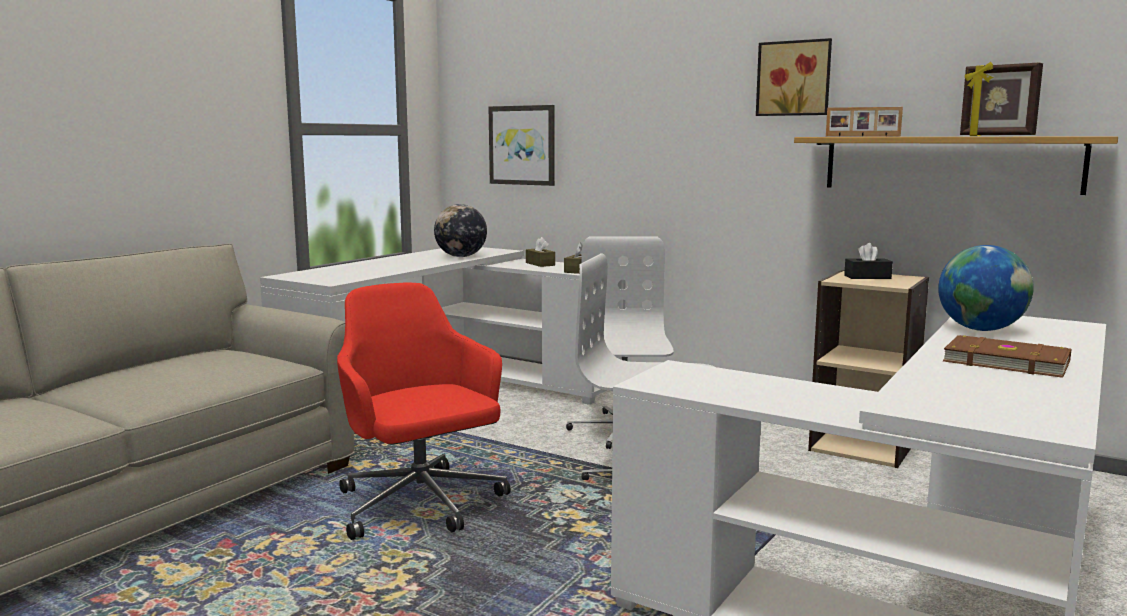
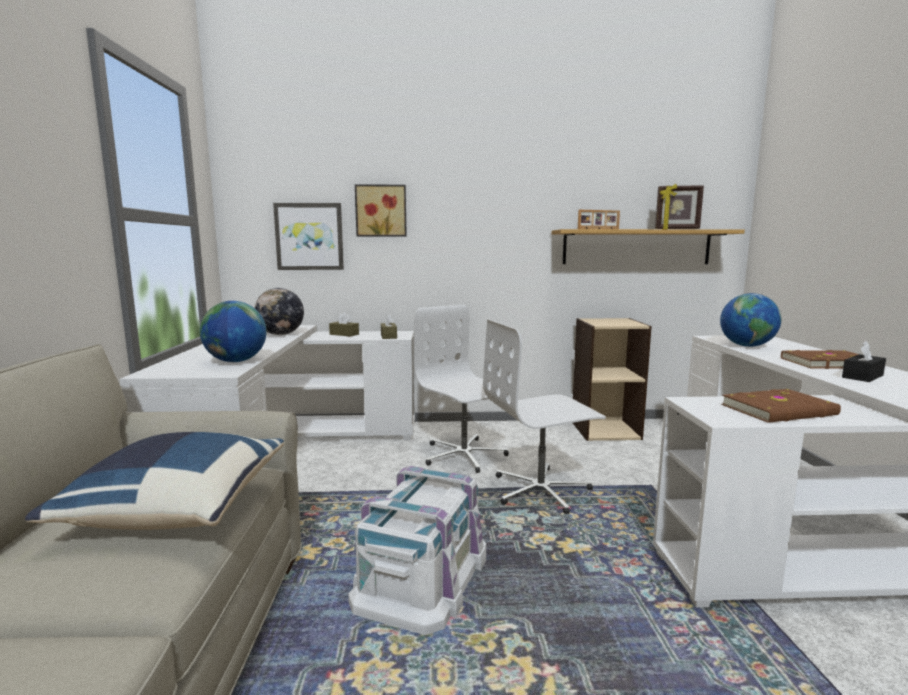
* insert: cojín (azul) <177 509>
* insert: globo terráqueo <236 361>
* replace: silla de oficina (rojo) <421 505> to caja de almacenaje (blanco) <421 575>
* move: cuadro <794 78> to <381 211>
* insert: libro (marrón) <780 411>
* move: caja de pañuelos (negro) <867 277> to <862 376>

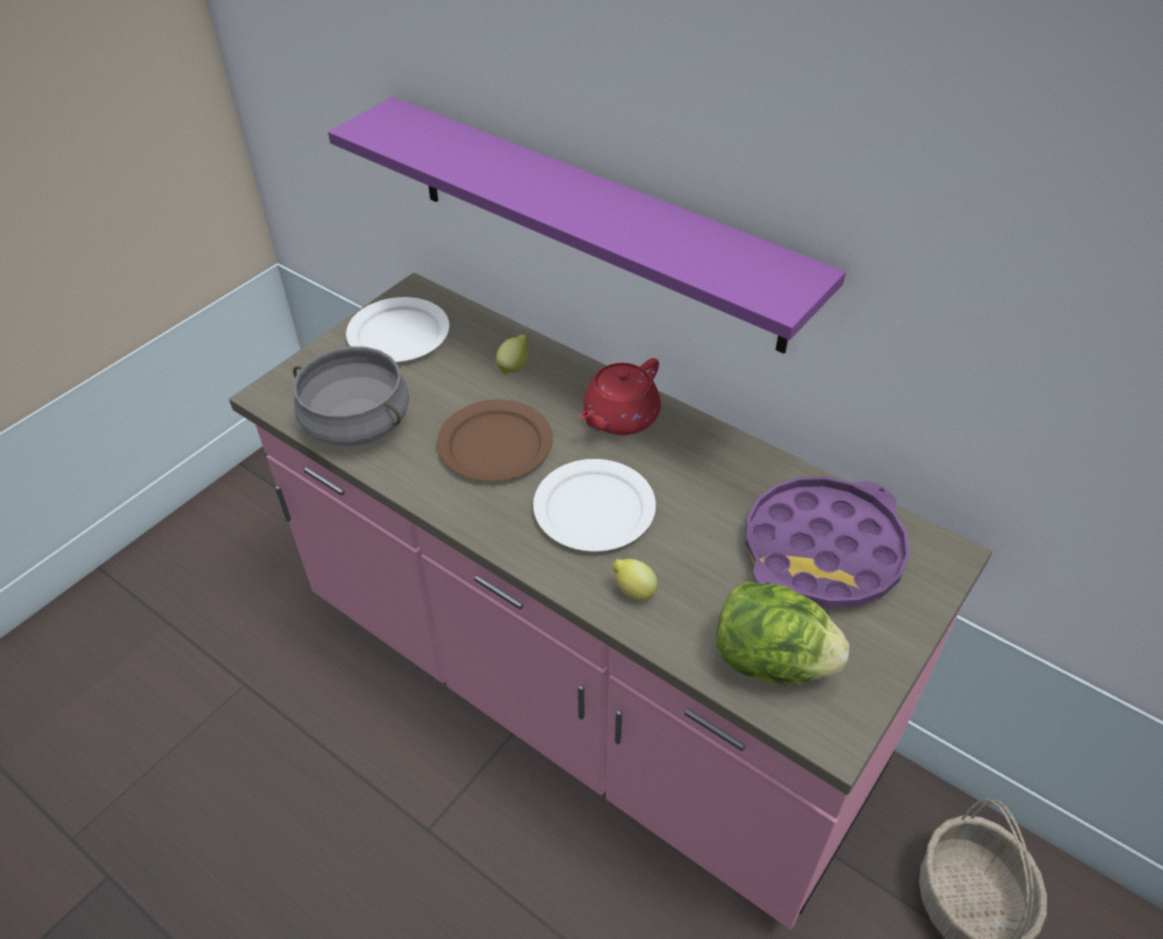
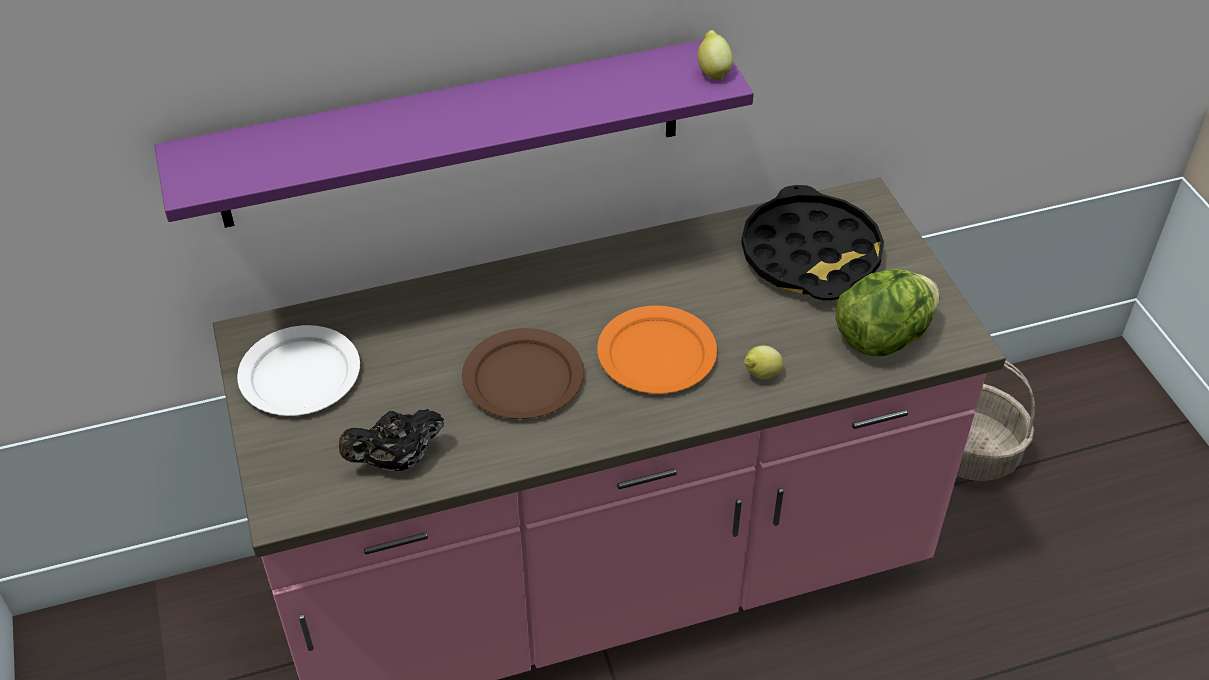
* replace: olla (gris) <356 423> to tetera (negro) <396 460>
* recolor: plato (blanco) <595 508> to plato (naranja) <656 353>
* move: limón <514 367> to <713 71>
* recolor: bandeja (morado) <823 551> to bandeja (negro) <810 255>
* delete: tetera (rojo) <619 418>

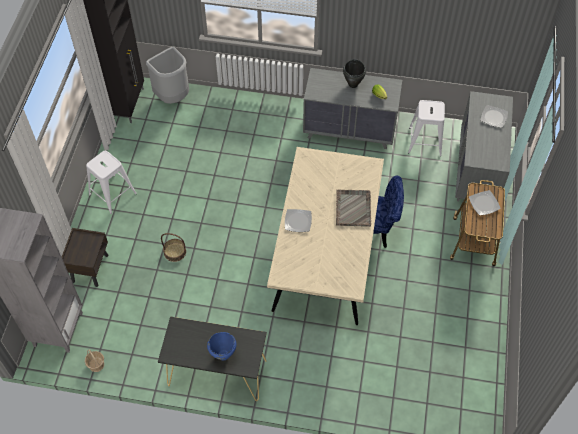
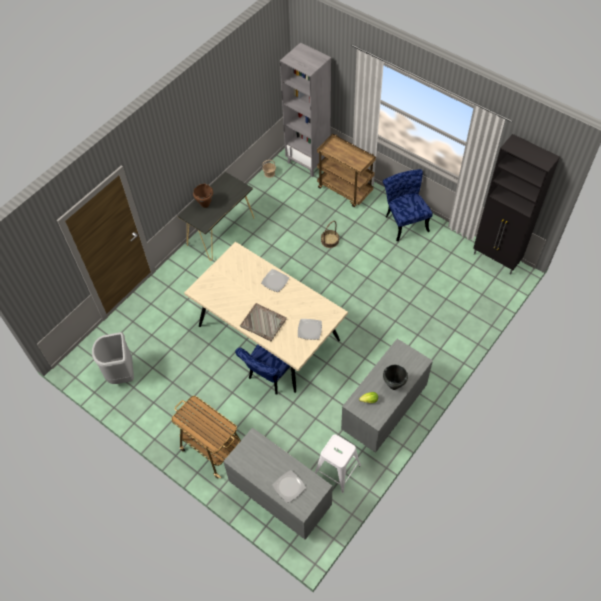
* move: papelera (gris) <173 97> to <121 374>
* recolor: olla (azul) <223 355> to olla (marrón) <205 204>
* move: plato <483 203> to <310 329>
* replace: mesita de noche (marrón) <90 268> to carrito (marrón) <345 190>
* replace: taburete (blanco) <113 194> to silla (azul) <404 221>

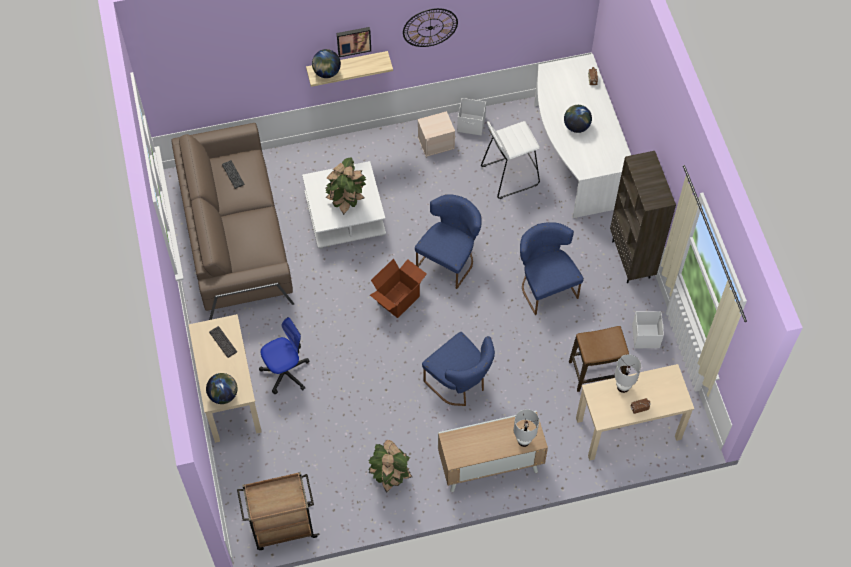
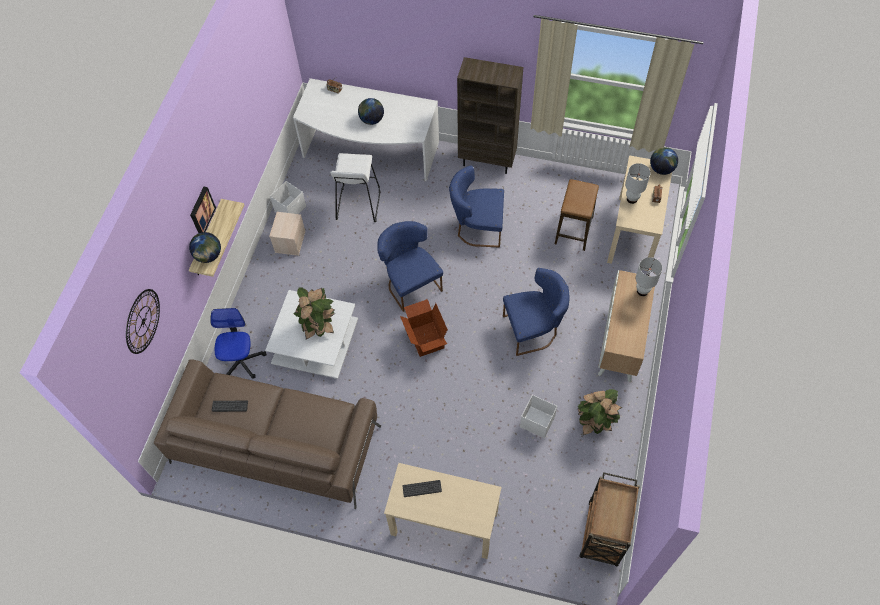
* move: reloj de pared <430 27> to <143 321>
* move: silla de oficina <285 372> to <241 361>
* move: caja de almacenaje (blanco) <646 336> to <537 421>
* move: globo terráqueo <223 395> to <661 169>

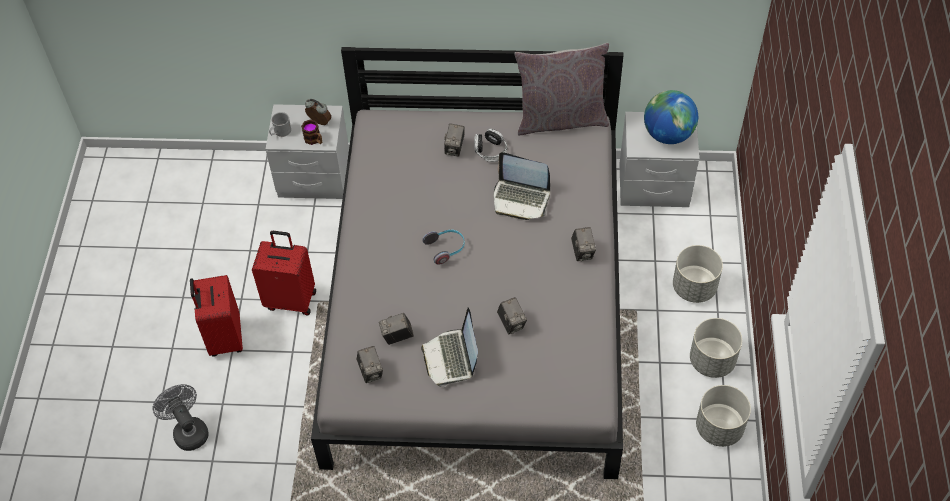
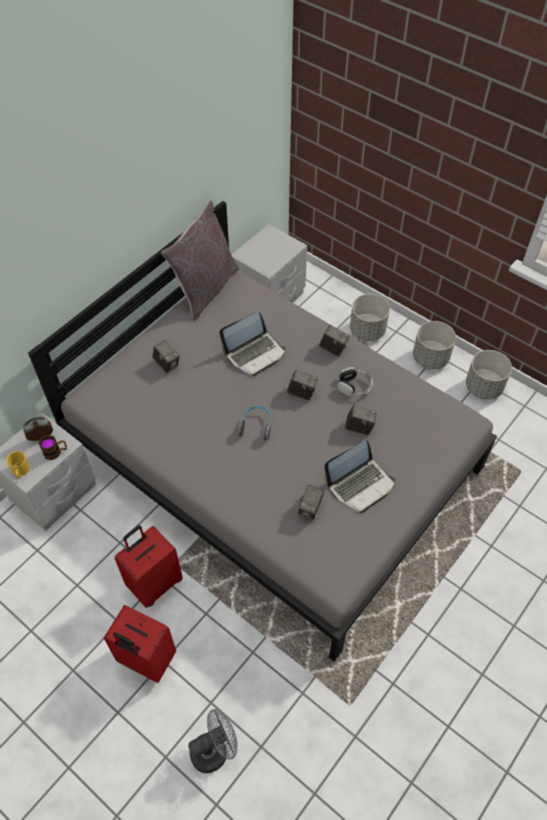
* recolor: taza grande (gris) <280 132> to taza grande (amarillo) <20 471>
* rotate: ventilador (gris) <188 430> = <214 749> 150 degrees clockwise
* move: cámara <371 371> to <301 392>
* rotate: portátil <451 358> = <360 484> 60 degrees counterclockwise
* move: auriculares <490 150> to <354 386>
* delete: globo terráqueo <668 134>

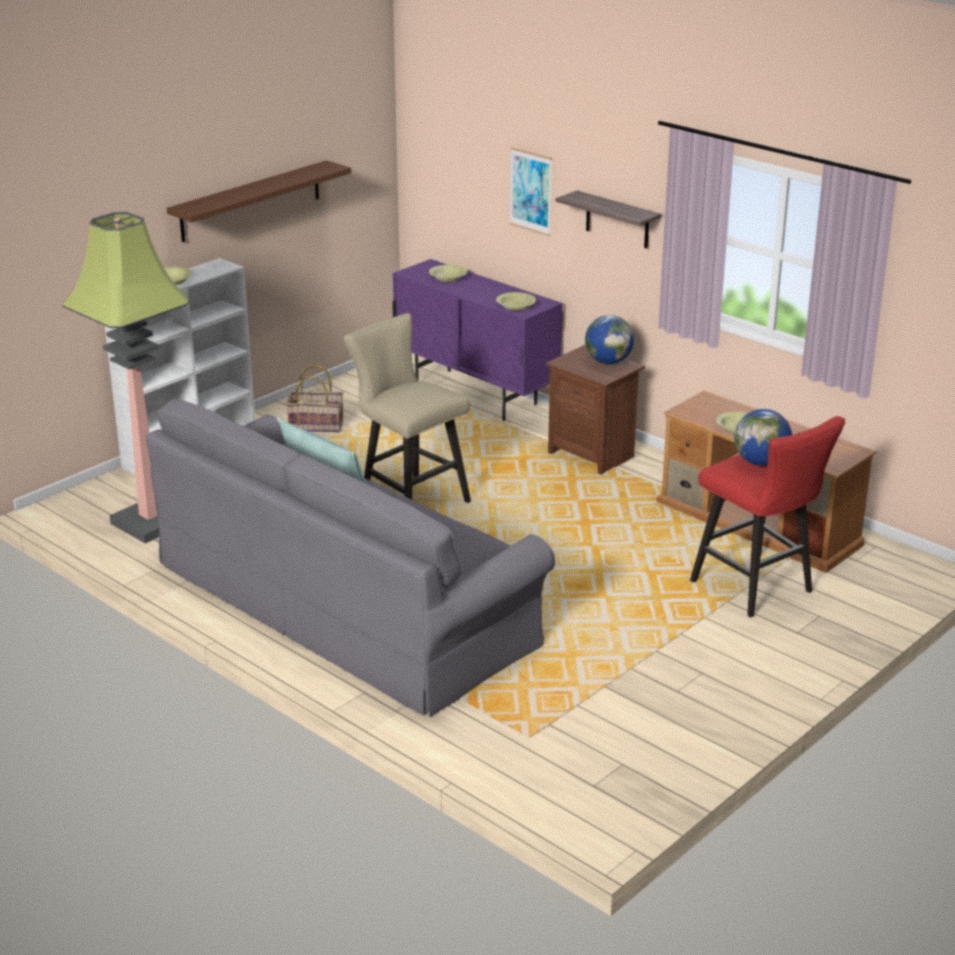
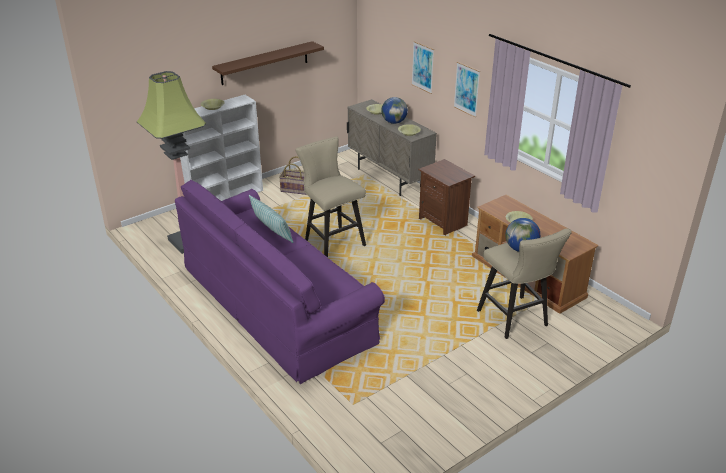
* recolor: sofá (gris) <344 602> to sofá (morado) <276 302>
* recolor: armario (morado) <476 395> to armario (beis) <389 178>
* move: globo terráqueo <608 361> to <394 122>
* replace: estante <617 220> to cuadro <466 89>
* recolor: taburete (rojo) <758 589> to taburete (beis) <515 320>

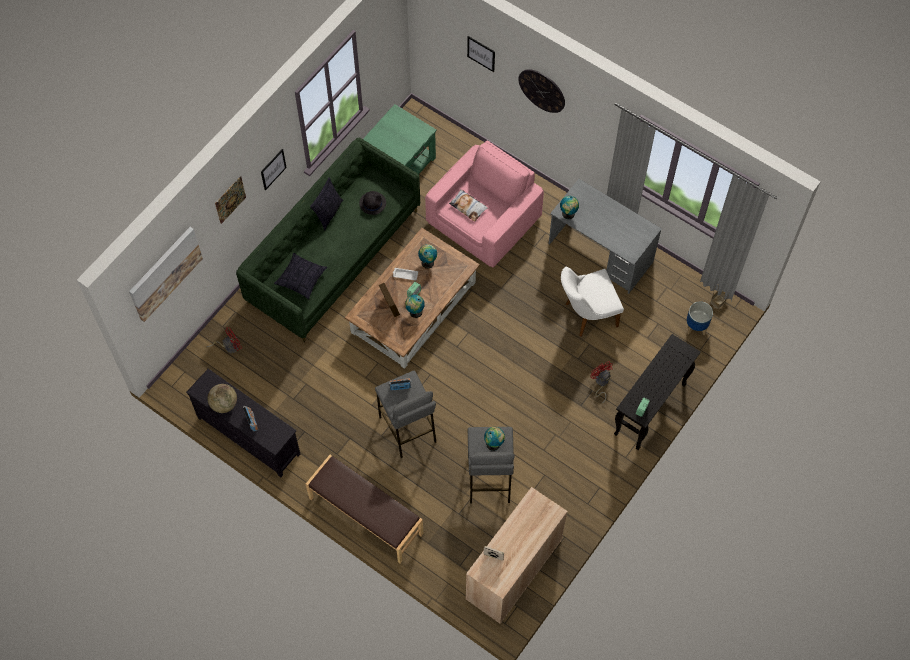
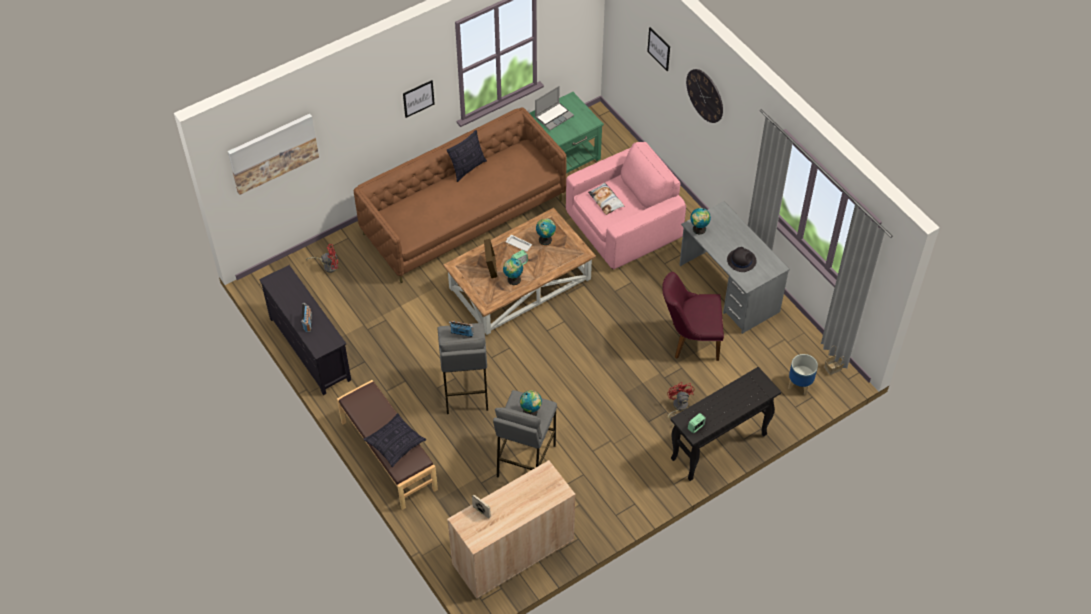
* recolor: sofá (verde) <334 256> to sofá (marrón) <463 216>
* move: cojín <301 279> to <395 444>
* insert: portátil <554 116>
* recolor: silla (blanco) <586 315> to silla (morado) <690 340>
* move: sombrero (negro) <372 203> to <741 260>
* delete: globo terráqueo <224 404>
* delete: cuadro <230 199>

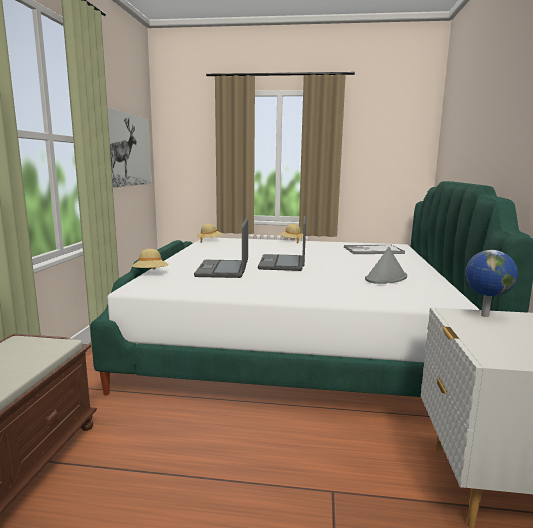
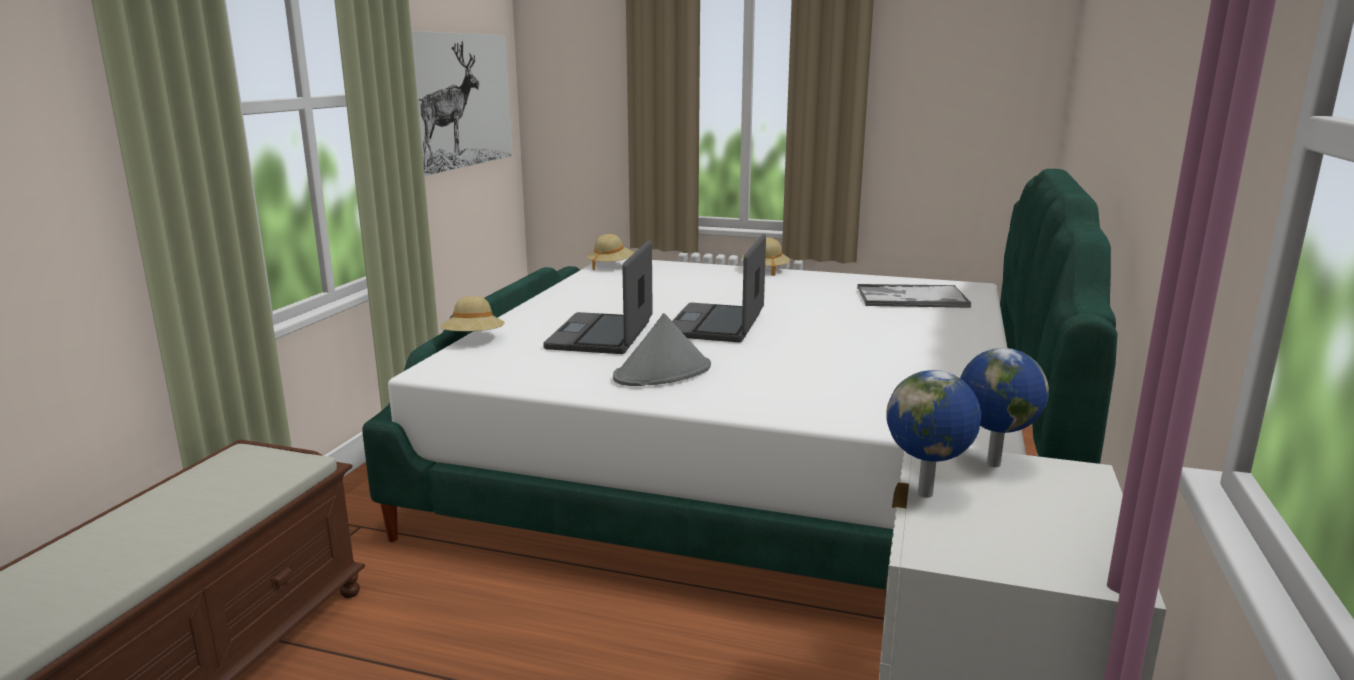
* move: sombrero (gris) <386 278> to <663 373>
* insert: globo terráqueo <927 495>

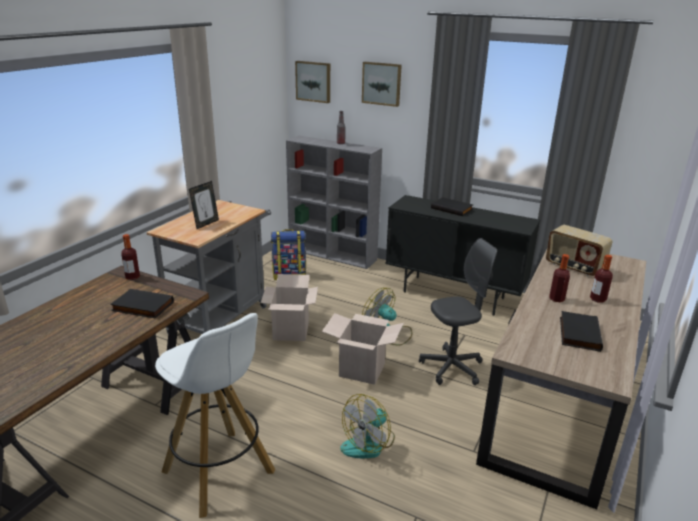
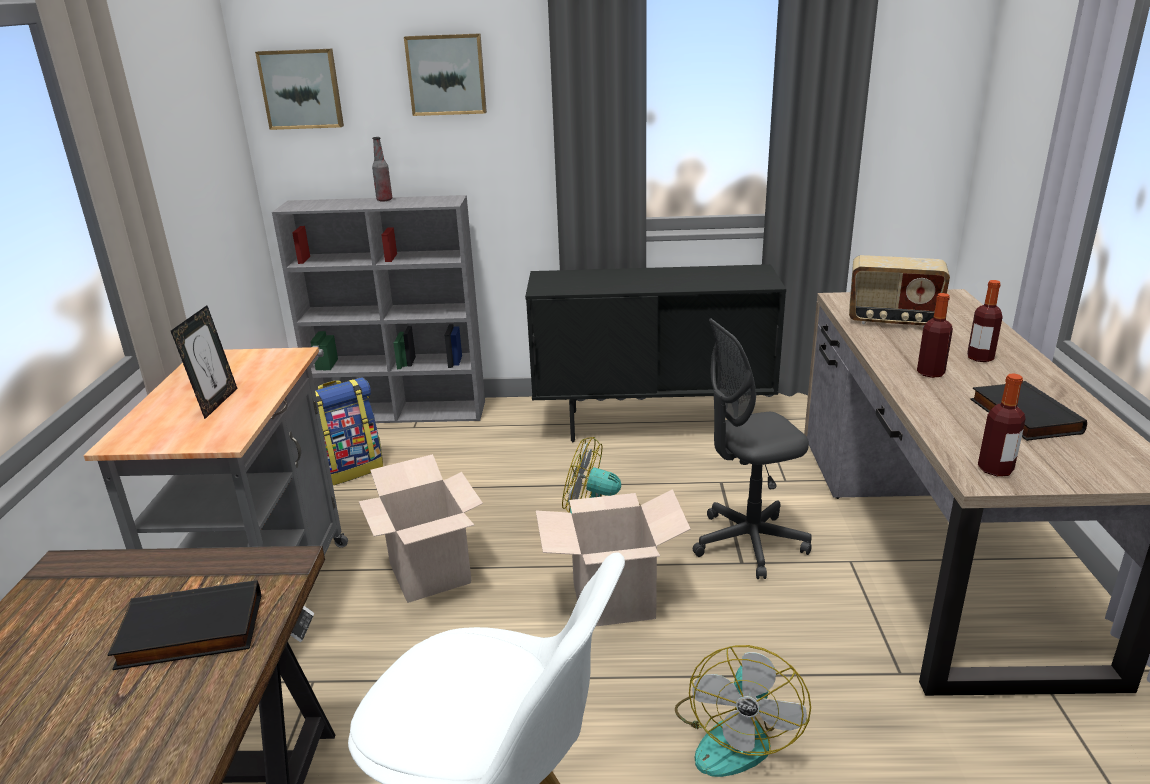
* rotate: silla de oficina (gris) <452 368> = <749 543> 150 degrees counterclockwise
* move: botella <132 277> to <995 469>
* delete: libro (negro) <452 208>

